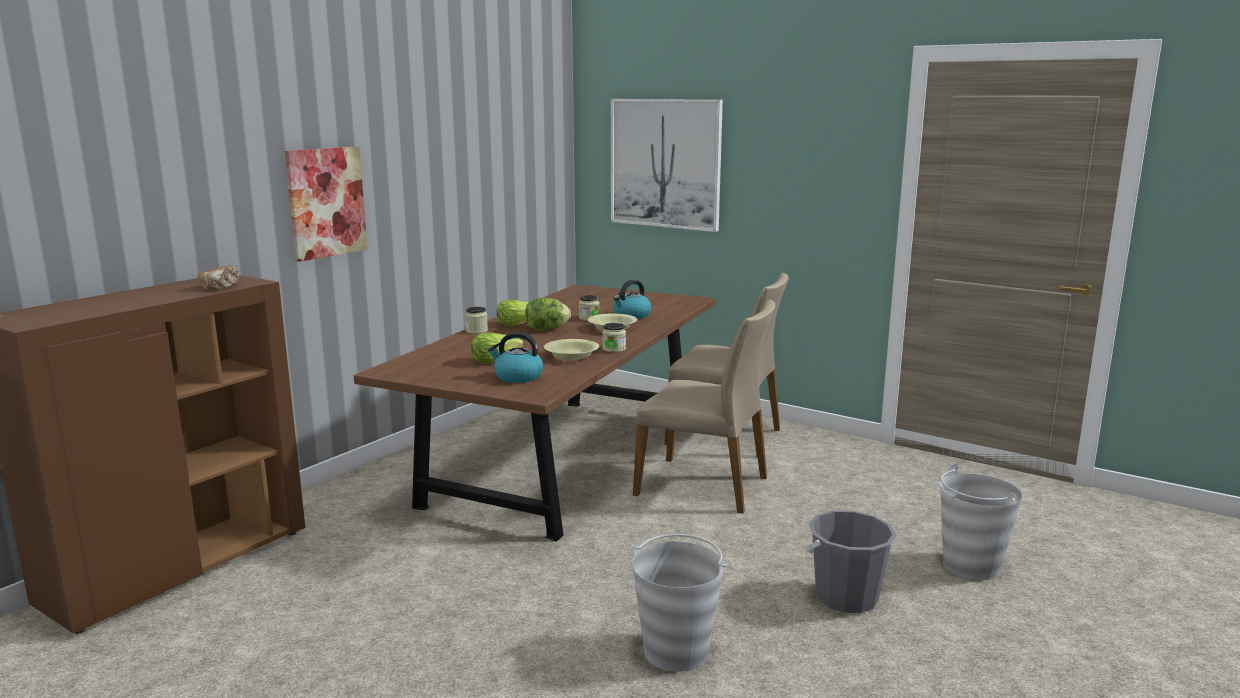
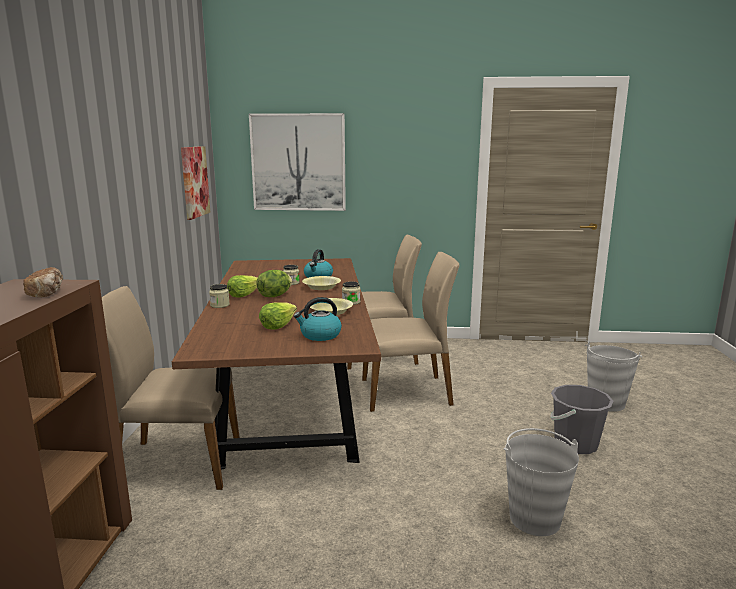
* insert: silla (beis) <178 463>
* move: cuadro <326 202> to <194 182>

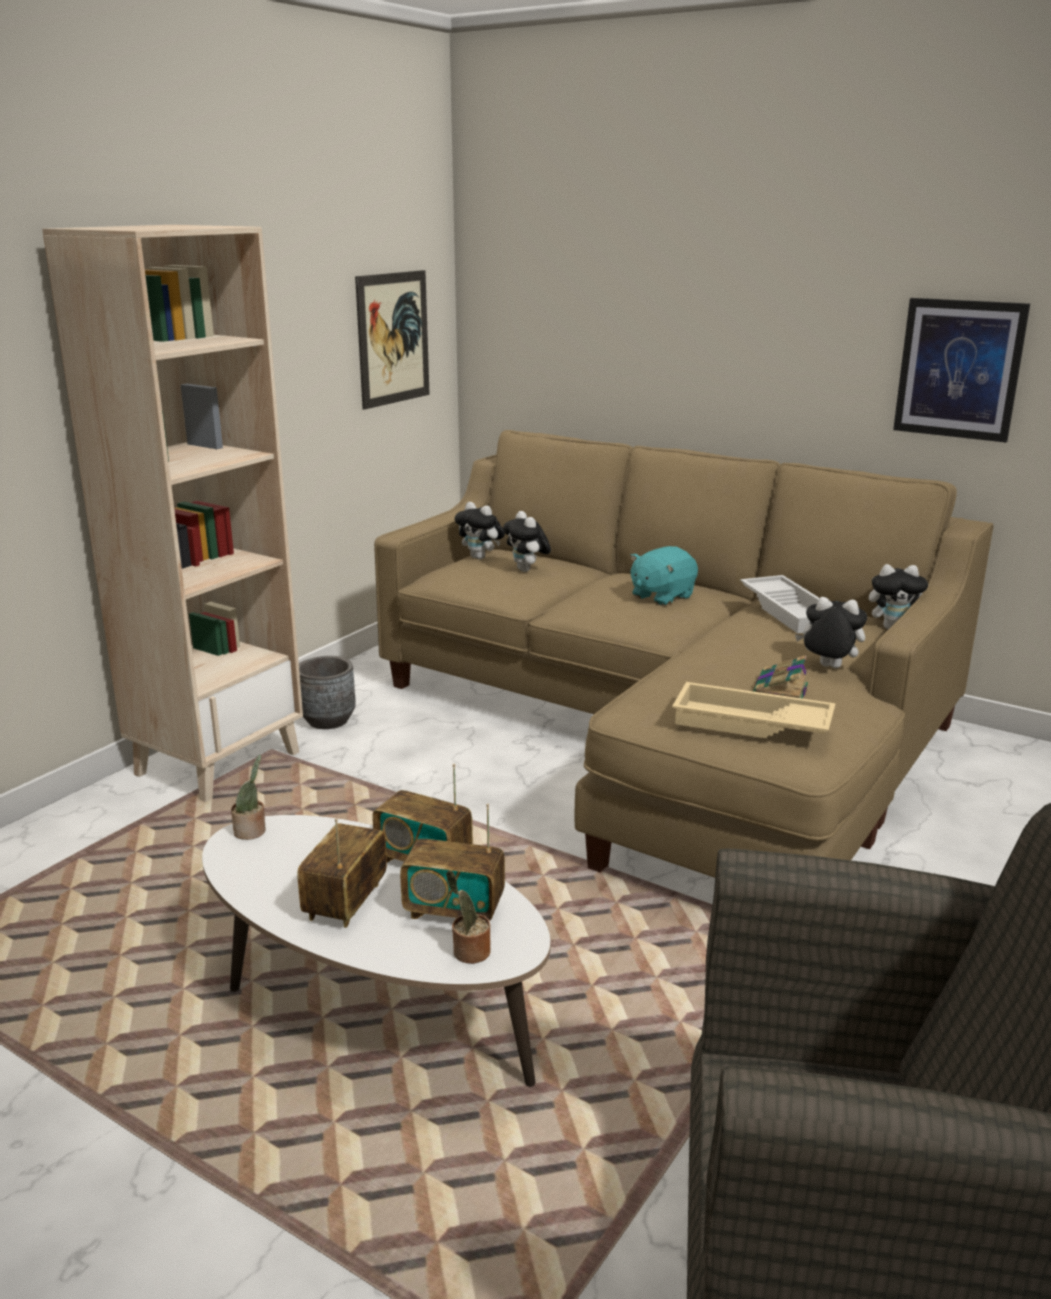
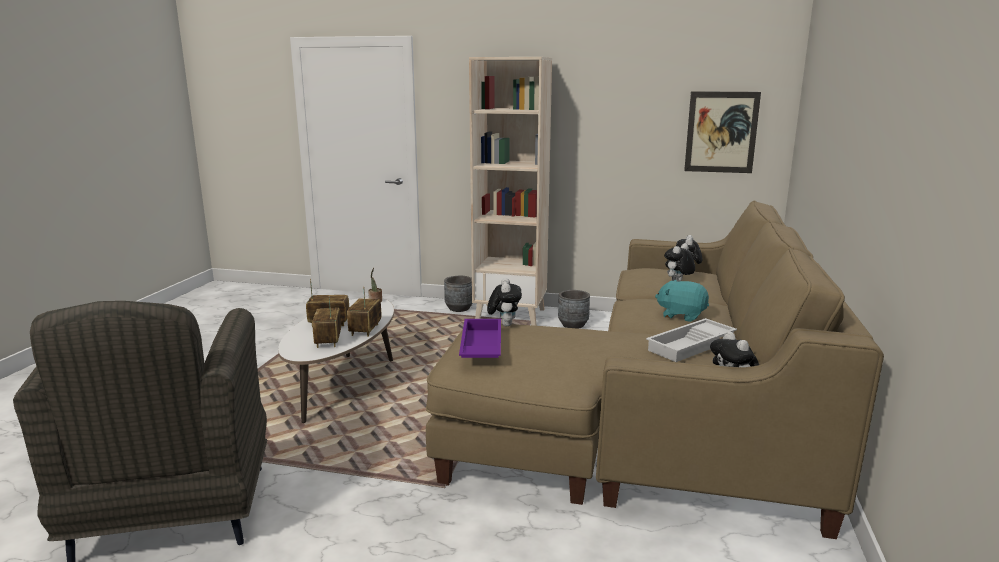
* insert: maceta (gris) <459 308>
* recolor: bandeja (beis) <750 724> to bandeja (morado) <480 347>
* move: peluche <827 668> to <504 324>
* delete: planta en maceta <469 952>
* delete: libro <780 692>
* delete: cuadro <959 369>

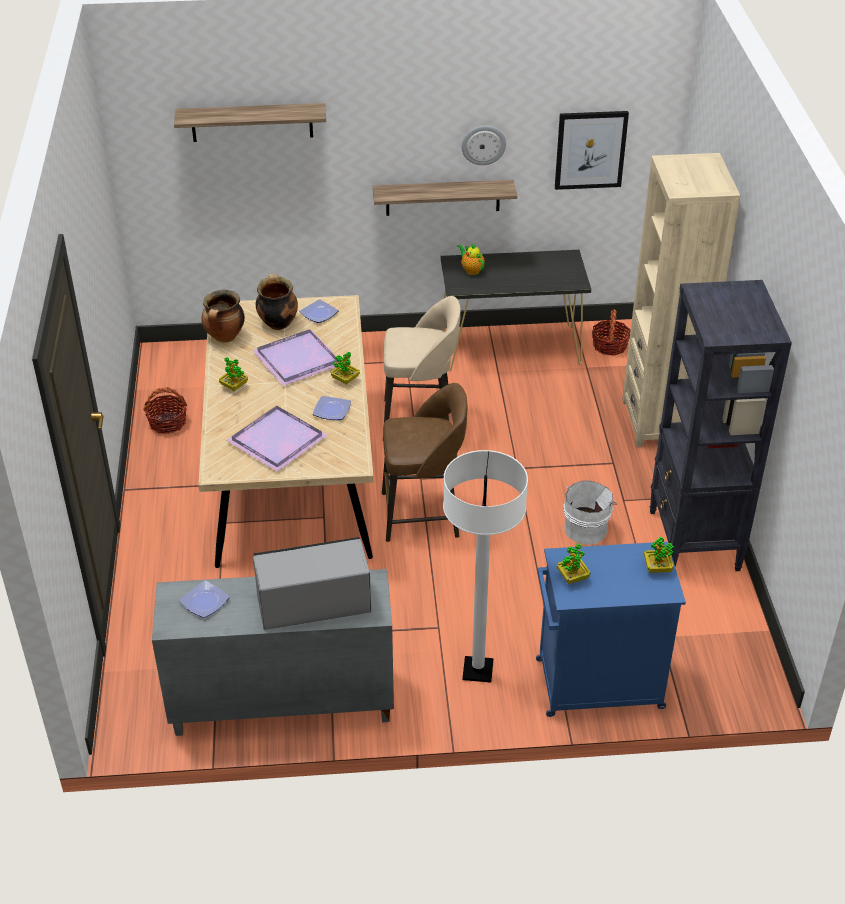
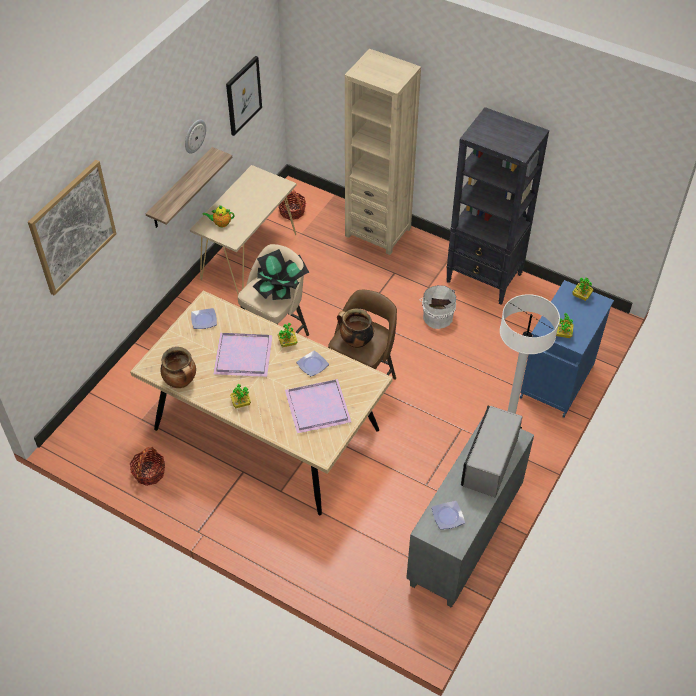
* replace: estante <252 122> to cuadro <72 227>
* recolor: mesa consola (negro) <511 348> to mesa consola (beis) <249 256>
* insert: planta en maceta <281 289>
* move: olla <277 323> to <355 342>

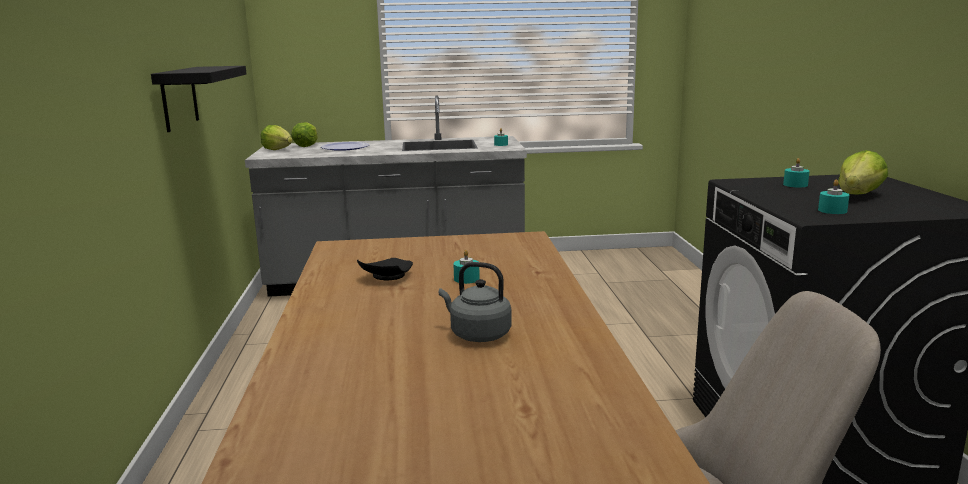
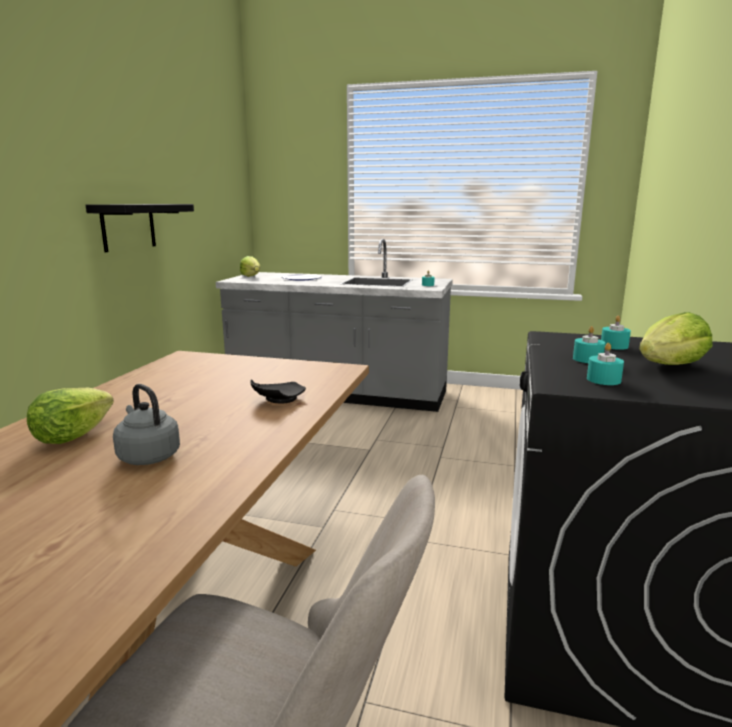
* move: lechuga <306 146> to <72 436>
* move: plato (negro) <386 277> to <277 399>
* move: vela (turquesa) <466 279> to <587 359>

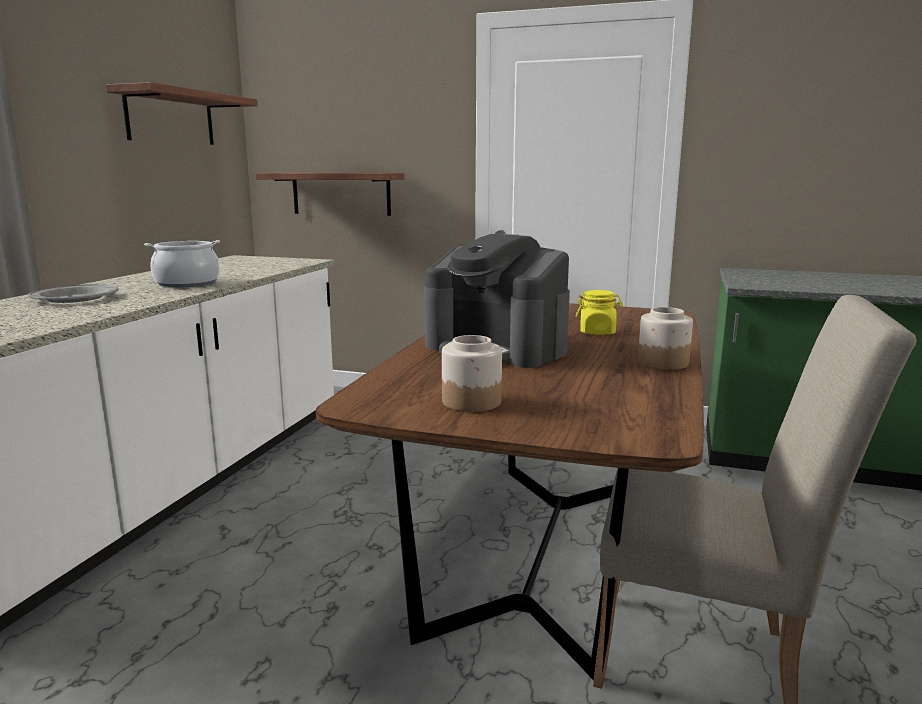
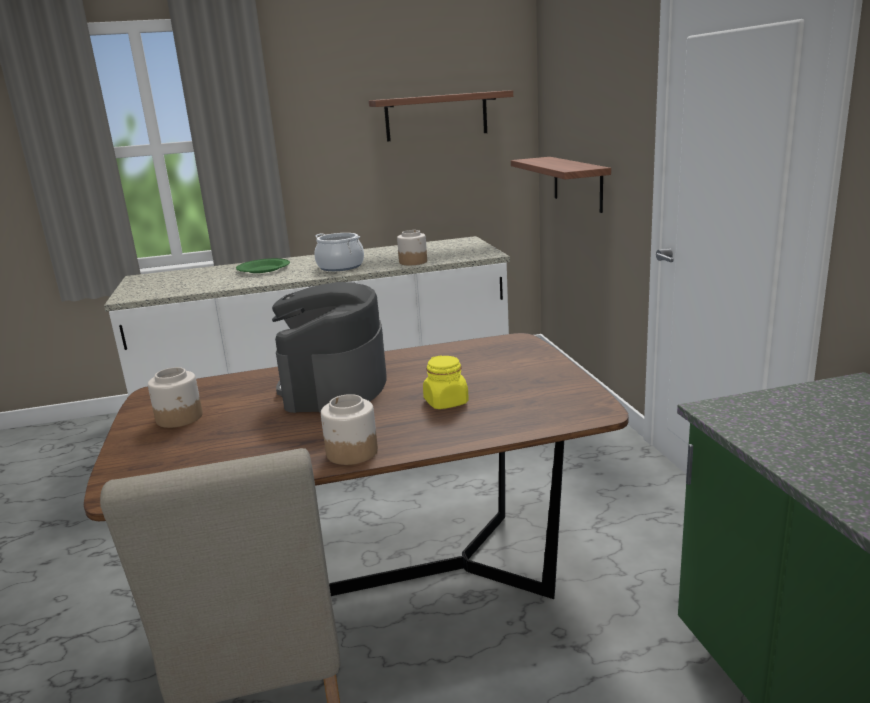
* recolor: plato (gris) <75 298> to plato (verde) <263 269>
* insert: tarro <413 262>

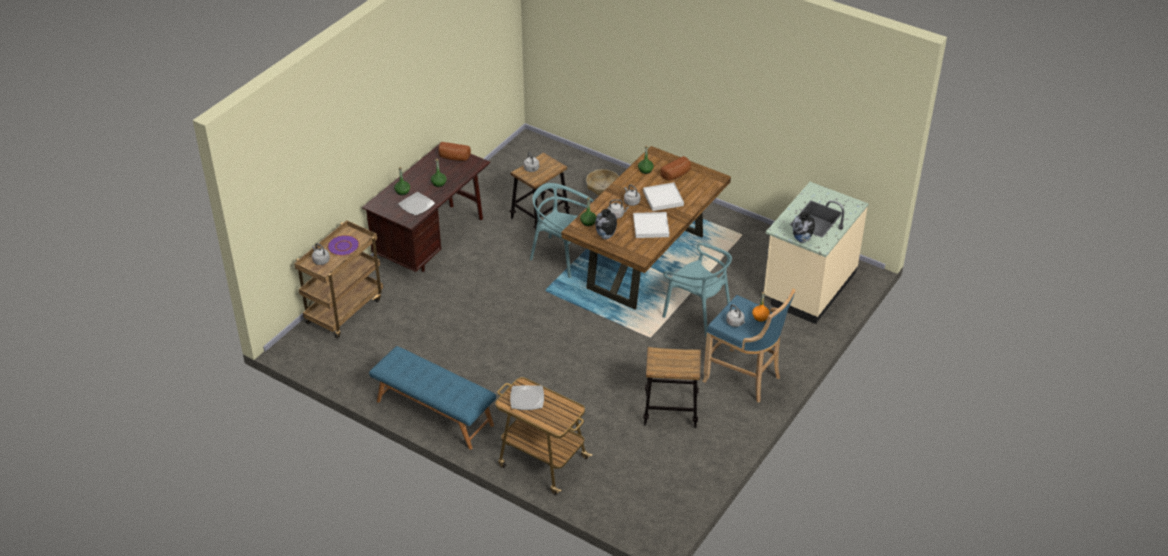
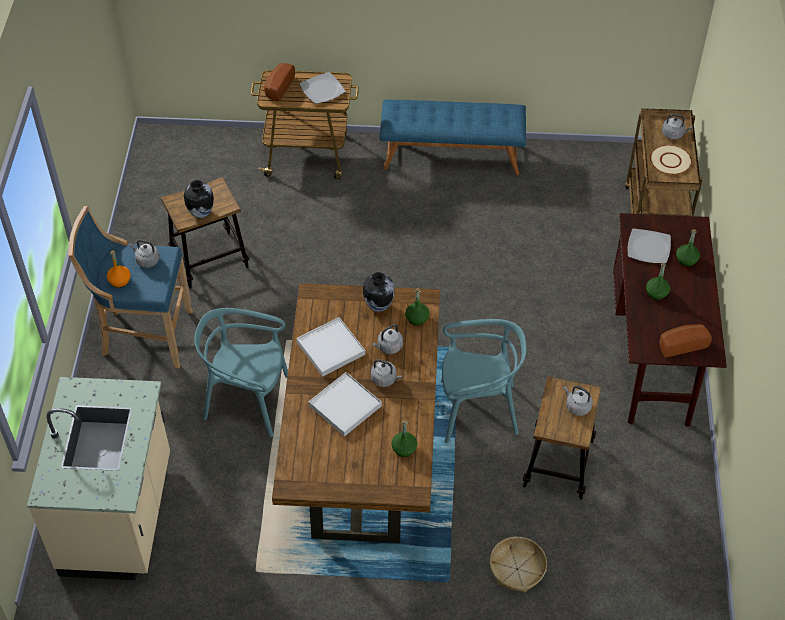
* move: florero <802 240> to <201 213>
* move: pan <677 175> to <278 87>
* recolor: plato (morado) <343 246> to plato (beis) <670 160>

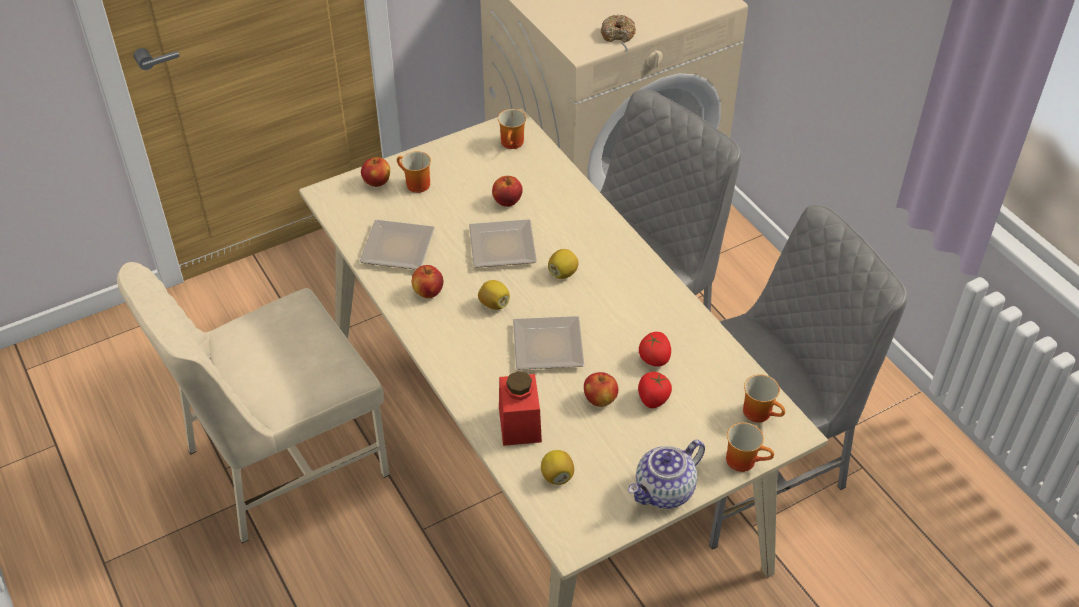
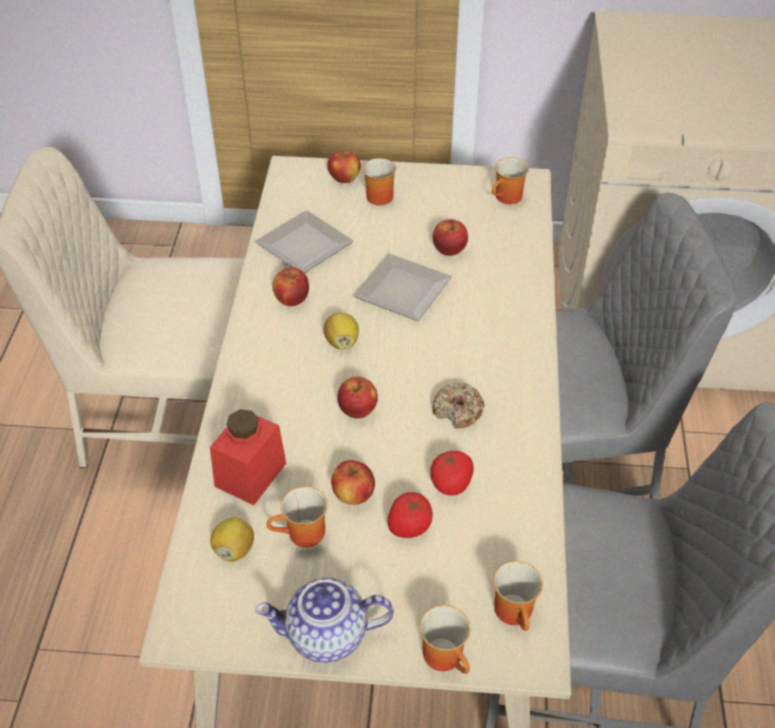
* insert: taza grande <303 536>
* replace: plato <550 344> to manzana <357 410>
* move: rosquilla <618 34> to <458 411>
* delete: limón <563 273>

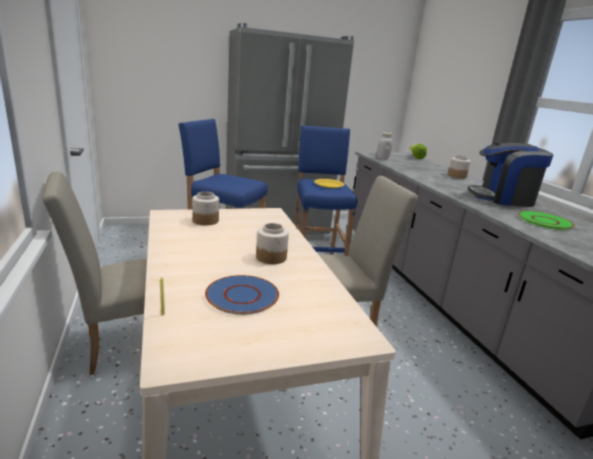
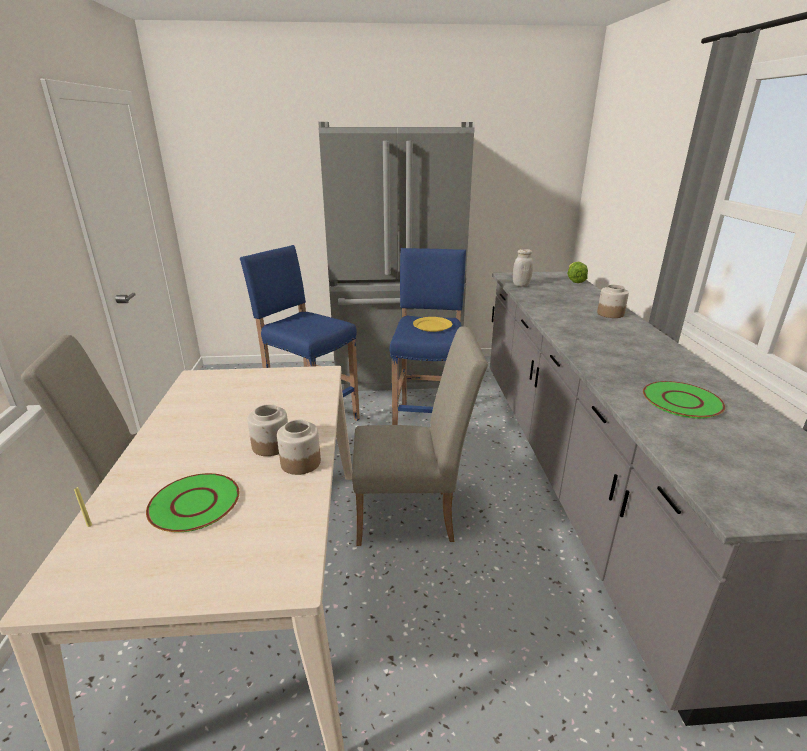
* recolor: plato (azul) <242 295> to plato (verde) <194 503>
* move: tarro <205 221> to <300 463>
* delete: cafetera <502 198>

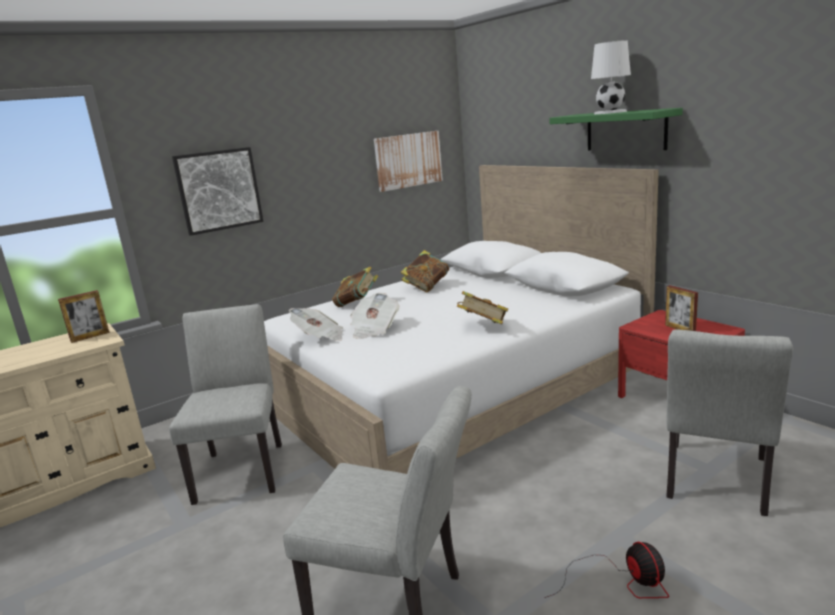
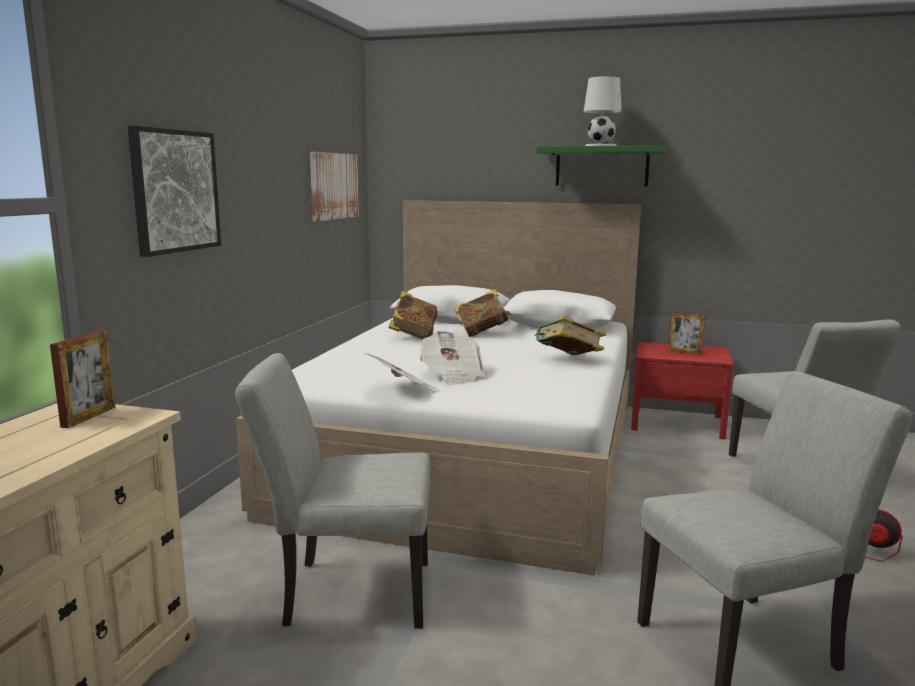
* rotate: silla (gris) <242 467> = <346 592> 45 degrees counterclockwise
* move: libro <357 304> to <482 333>

